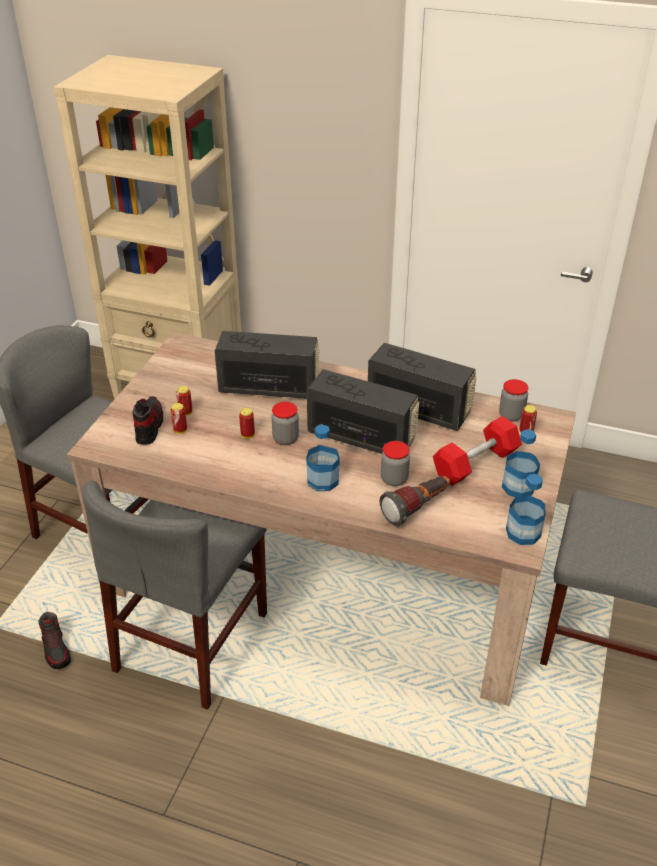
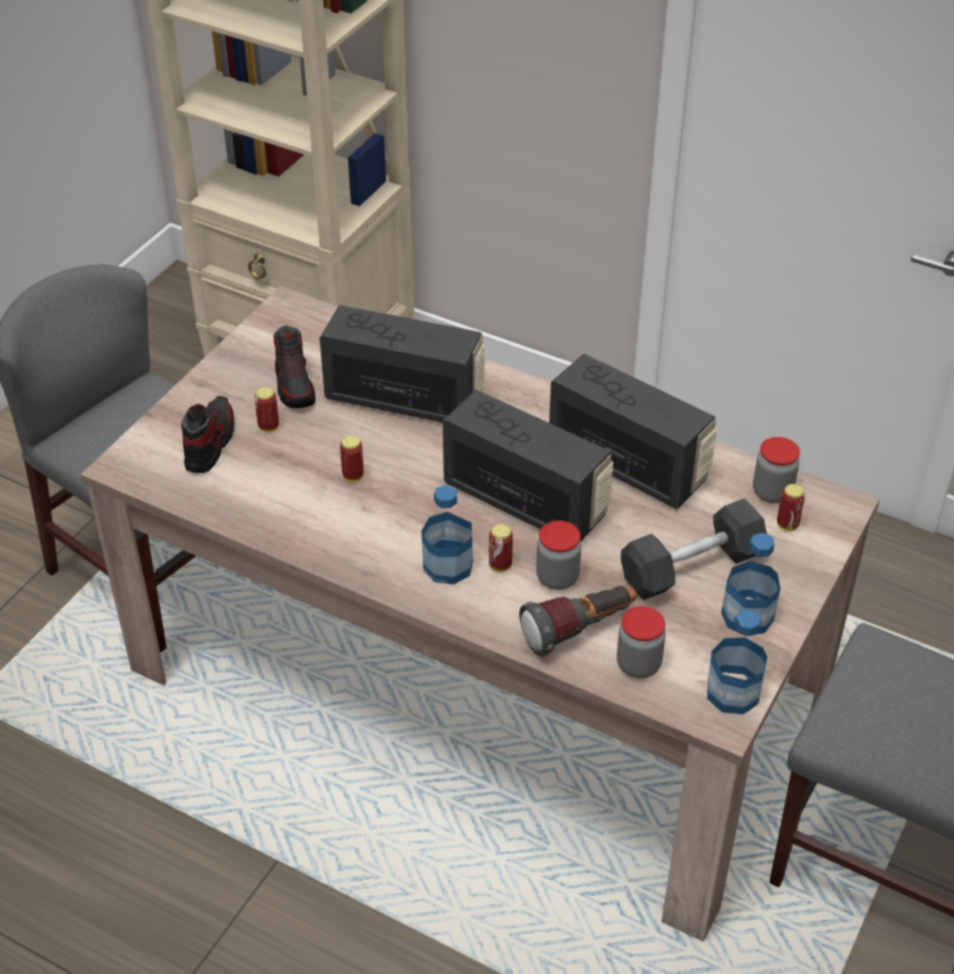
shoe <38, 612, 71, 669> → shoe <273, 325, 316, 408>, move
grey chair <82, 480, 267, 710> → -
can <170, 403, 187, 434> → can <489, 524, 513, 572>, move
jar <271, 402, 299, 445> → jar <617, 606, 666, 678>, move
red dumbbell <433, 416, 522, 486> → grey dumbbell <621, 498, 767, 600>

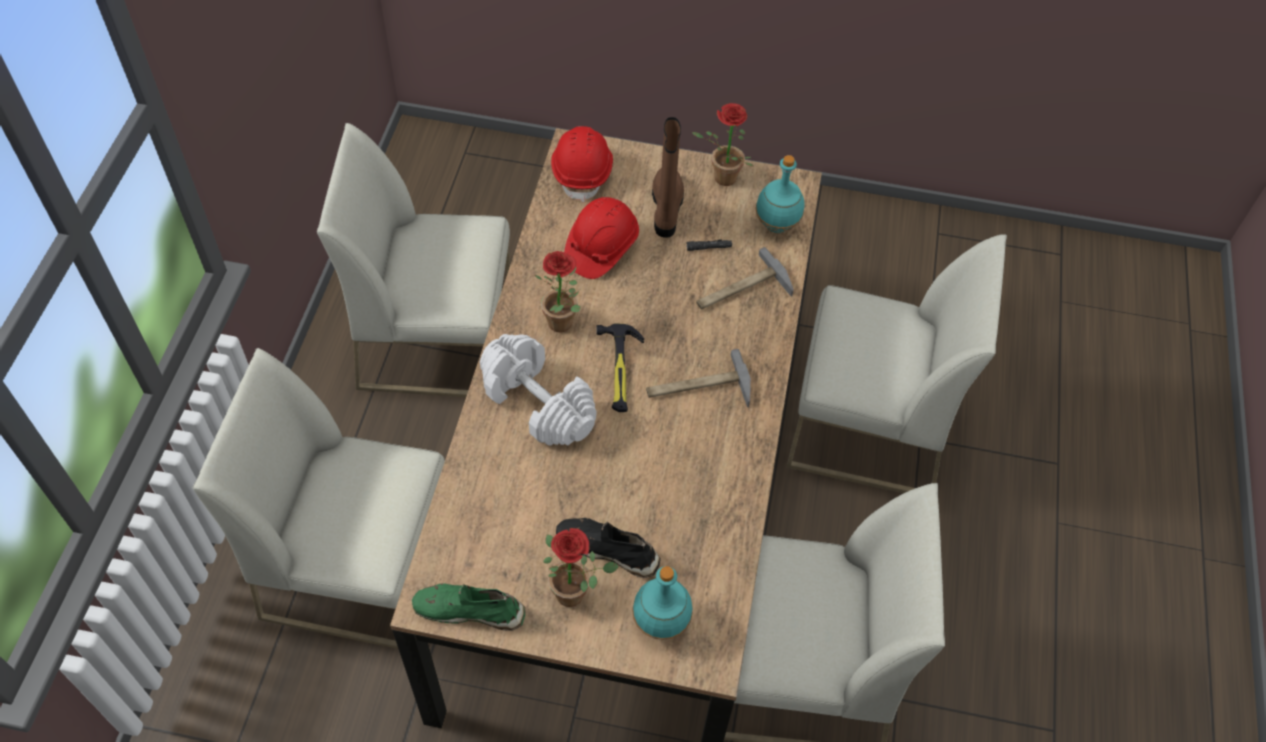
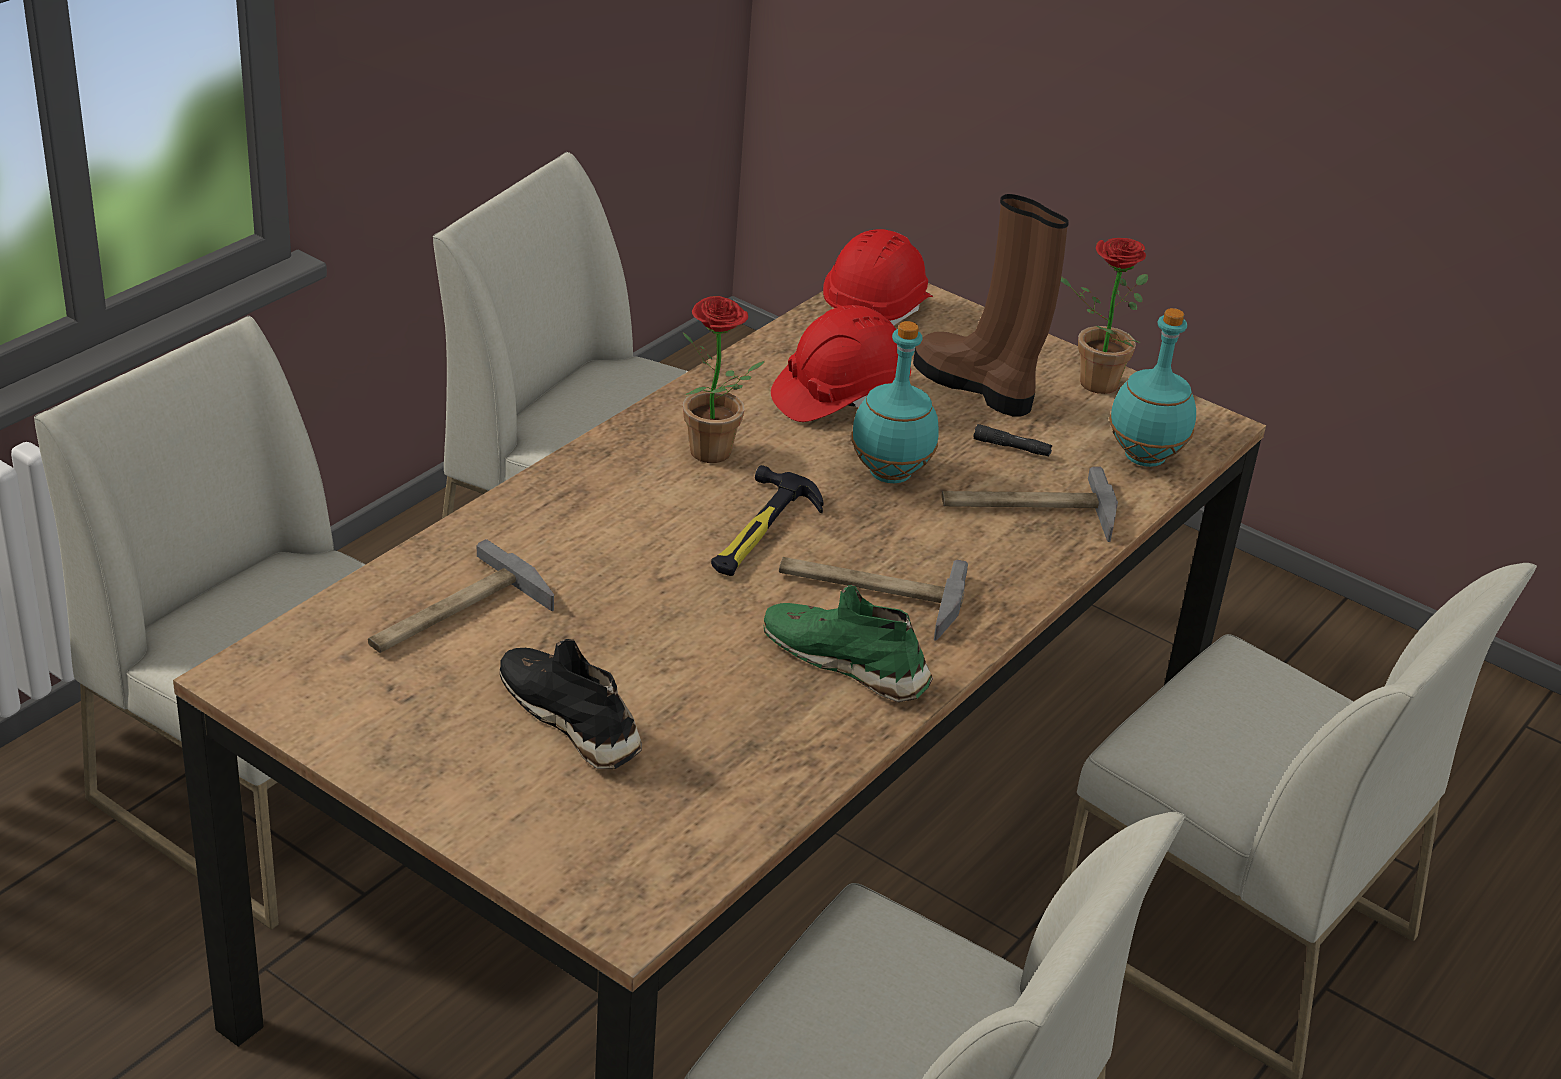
green shoe <412, 583, 525, 631> → green shoe <764, 585, 933, 702>, move
white dumbbell <480, 334, 596, 446> → -
potted plant <543, 528, 619, 607> → -
turquoise bottle <632, 566, 693, 640> → turquoise bottle <851, 321, 939, 483>, move
brown boot <652, 117, 684, 238> → brown boot <913, 194, 1069, 417>, 75 degrees counterclockwise
- → hammer <368, 539, 554, 653>

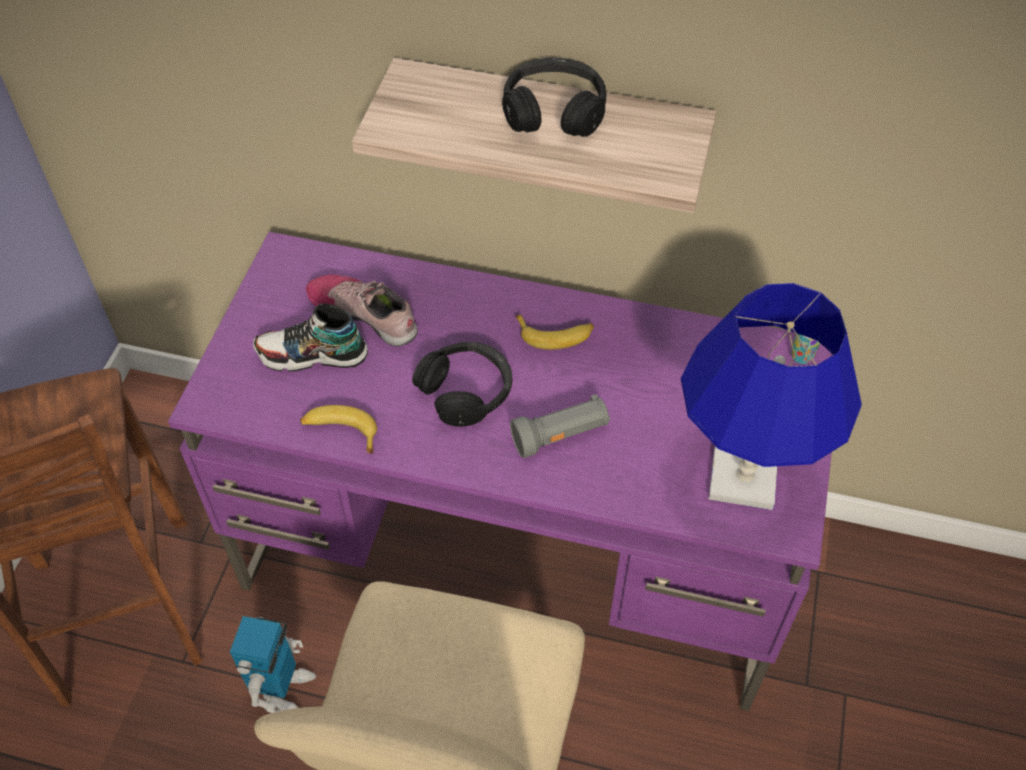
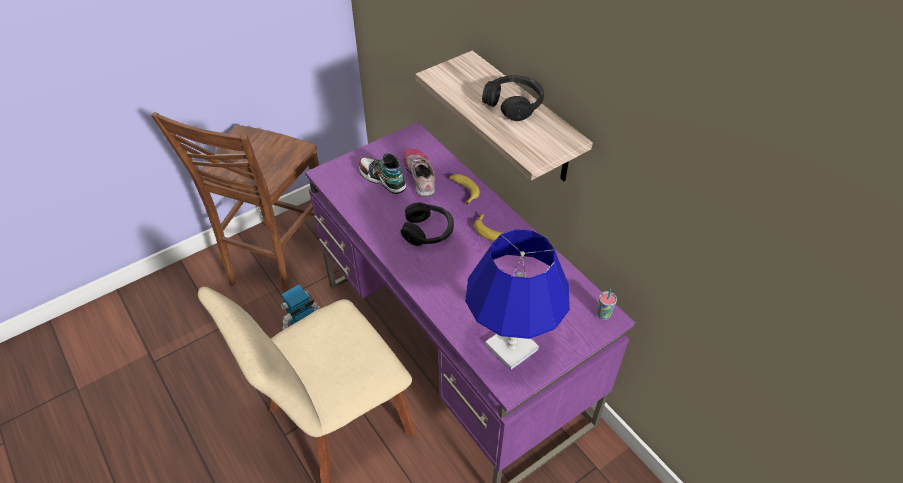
banana <300, 405, 377, 454> → banana <450, 174, 480, 205>, move
grey flashlight <510, 394, 610, 458> → -

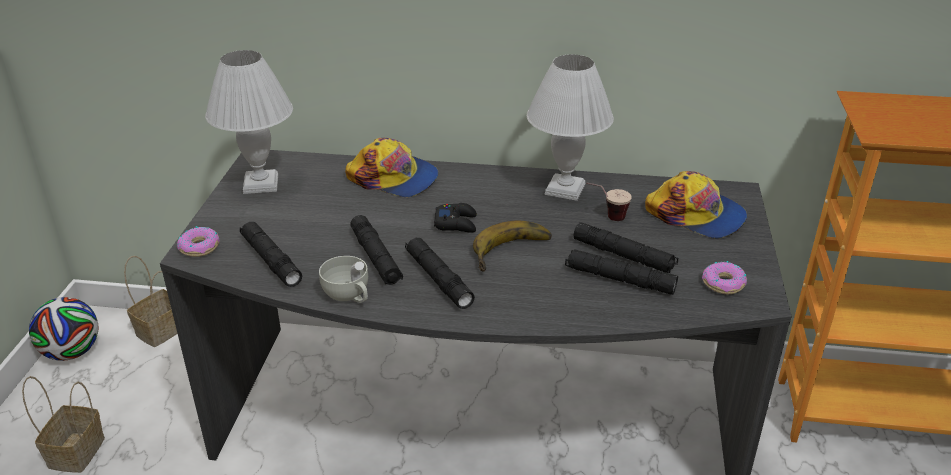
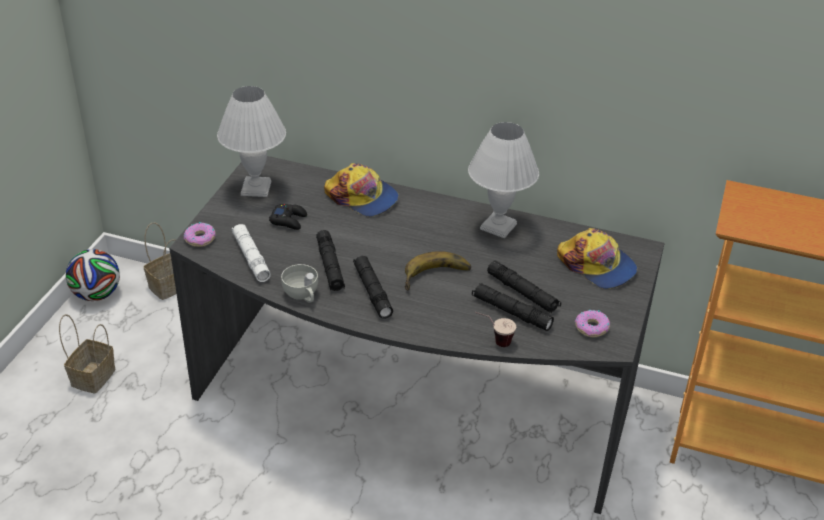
black flashlight <240, 222, 302, 287> → white flashlight <232, 224, 271, 282>
black game controller <434, 203, 477, 233> → black game controller <269, 204, 307, 230>, move
cup <586, 183, 632, 221> → cup <475, 312, 516, 347>, move

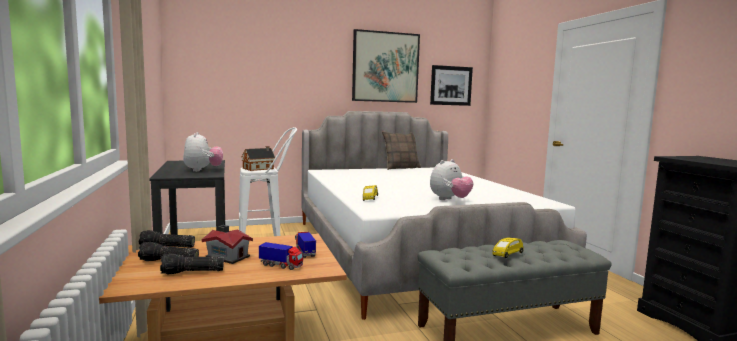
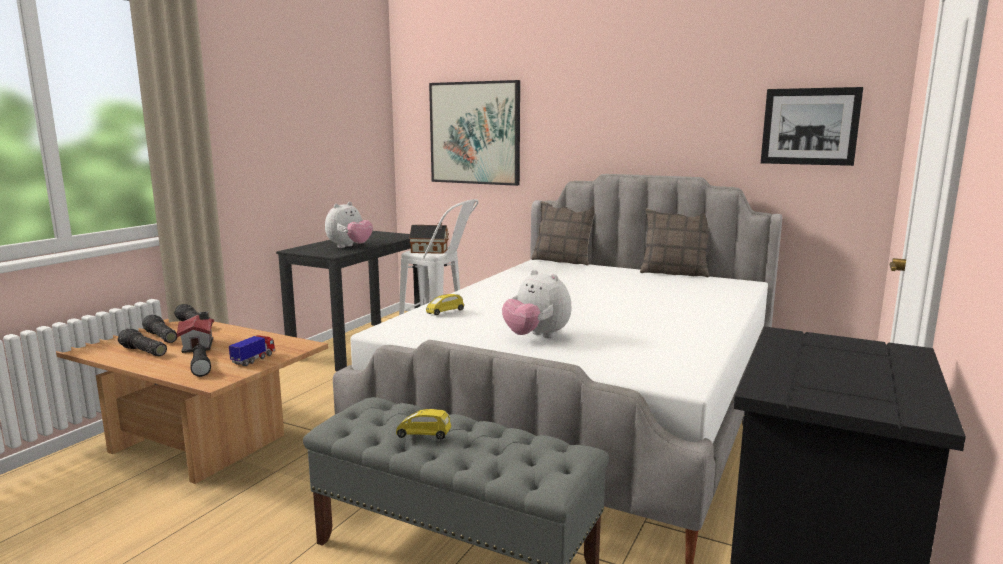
toy truck <259, 242, 303, 270> → black flashlight <190, 345, 211, 377>
picture <352, 29, 420, 103> → picture <429, 80, 520, 186>, move
plush toy <430, 159, 473, 200> → plush toy <502, 270, 571, 338>, 45 degrees clockwise
- → pillow <531, 201, 595, 266>

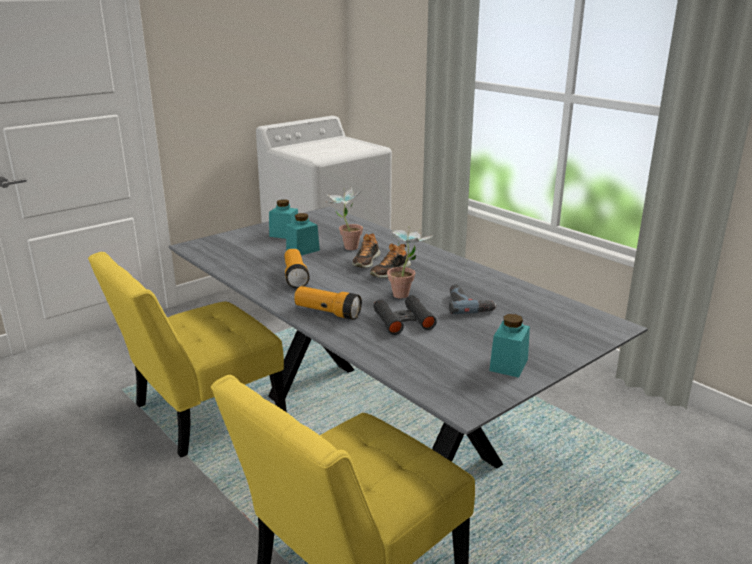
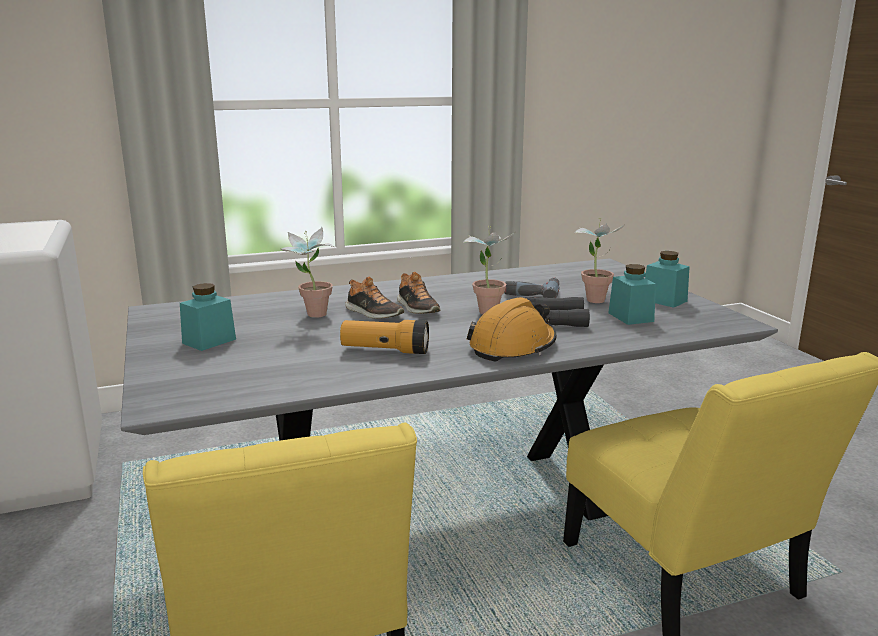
turquoise jar <286, 213, 320, 255> → turquoise jar <608, 264, 656, 325>, move
flashlight <294, 286, 362, 320> → orange hard hat <467, 297, 557, 362>
- → potted plant <575, 218, 626, 303>

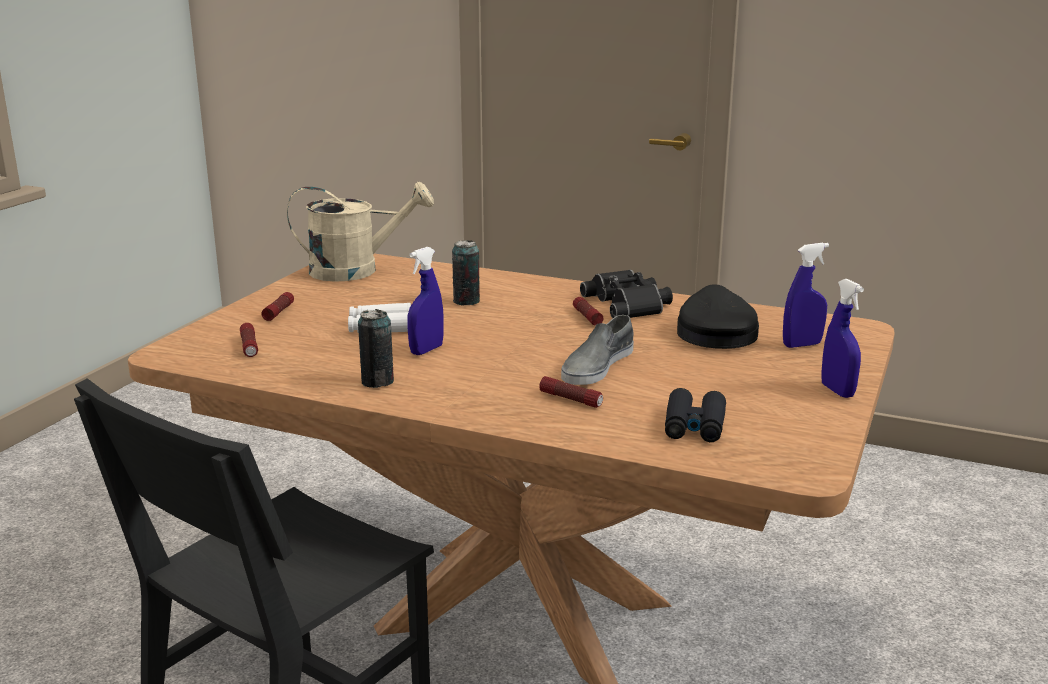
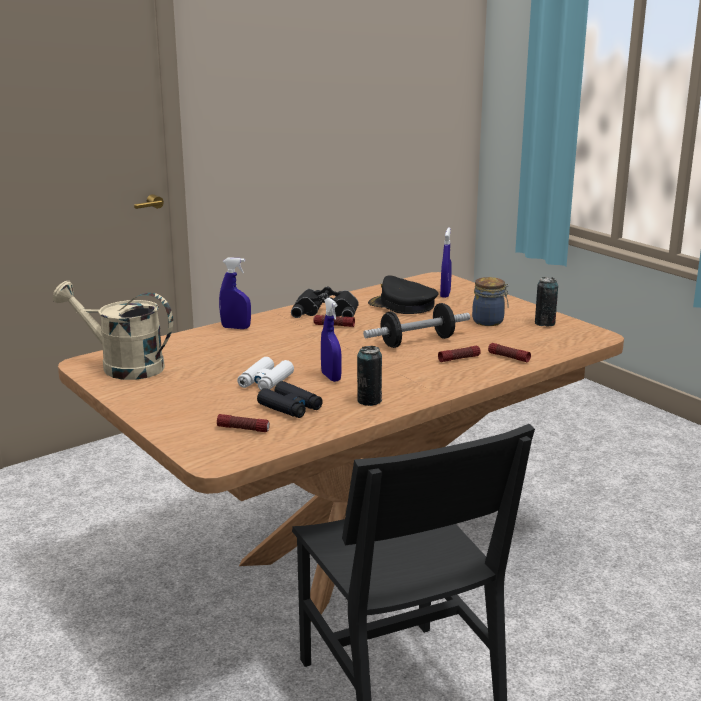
flashlight <261, 292, 294, 321> → flashlight <488, 343, 531, 362>, move
beige watering can <287, 181, 434, 282> → beige watering can <53, 281, 173, 380>, 90 degrees counterclockwise
can <452, 240, 480, 305> → can <535, 277, 558, 327>, move
grey shoe <561, 315, 634, 385> → dumbbell <363, 303, 470, 348>
black binoculars <665, 388, 726, 442> → black binoculars <257, 381, 323, 418>, move
blue spray bottle <821, 279, 864, 398> → blue spray bottle <219, 257, 251, 329>, move
- → jar <472, 277, 509, 326>

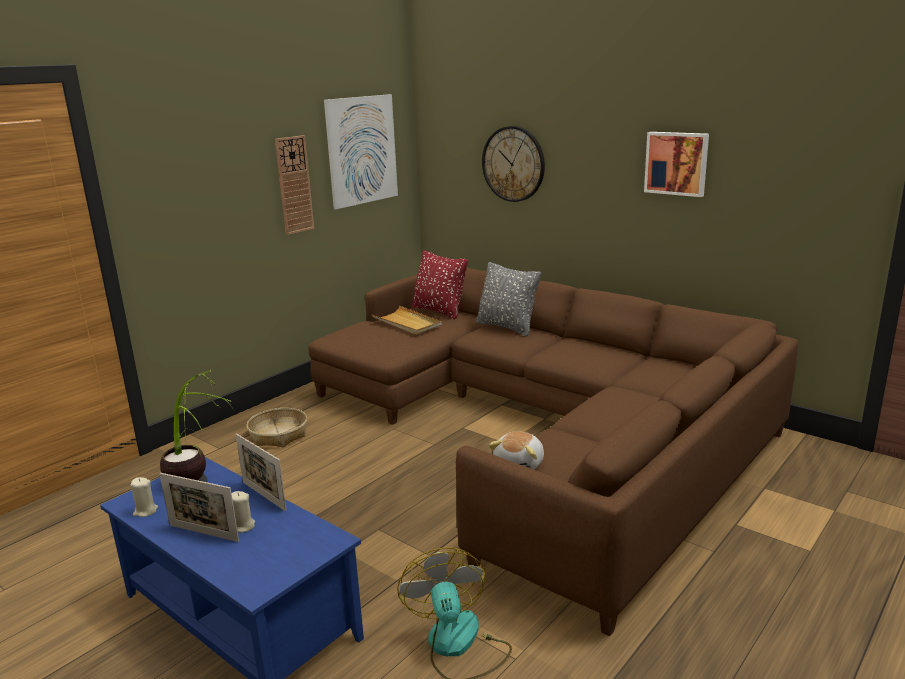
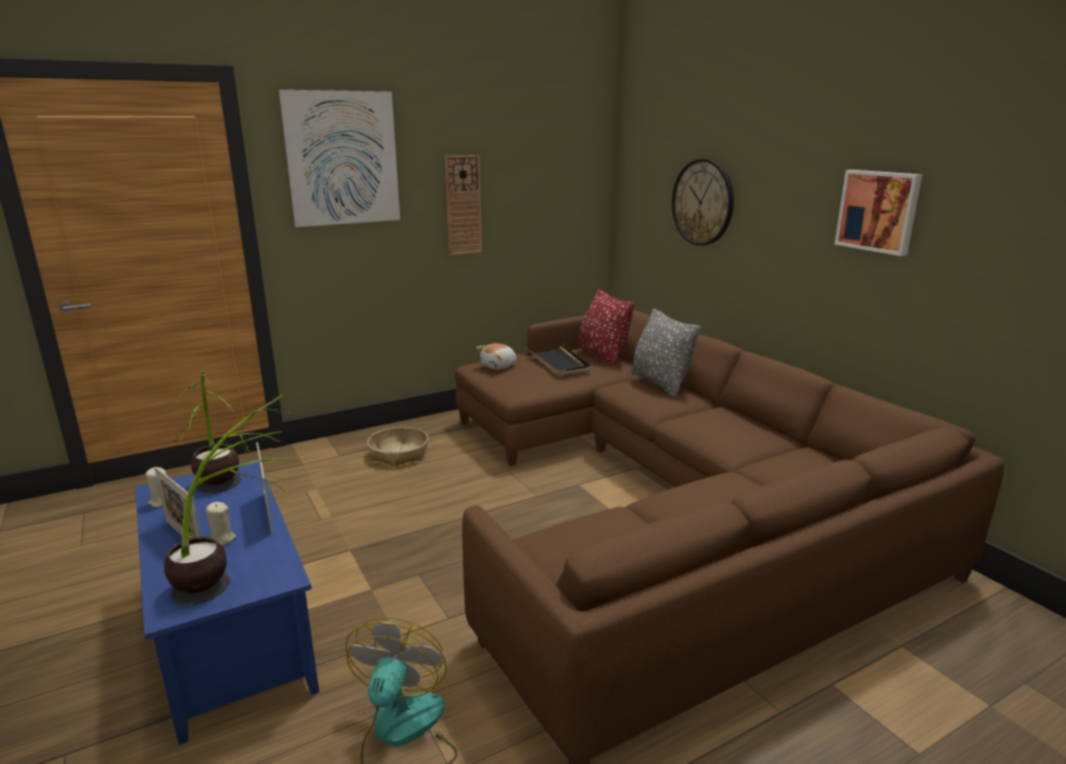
picture <324, 94, 398, 209> → picture <279, 90, 400, 227>, move
beige tray <372, 306, 442, 335> → black tray <527, 344, 591, 376>
plush toy <489, 431, 544, 470> → plush toy <476, 343, 516, 370>, move
- → potted plant <164, 395, 302, 605>

